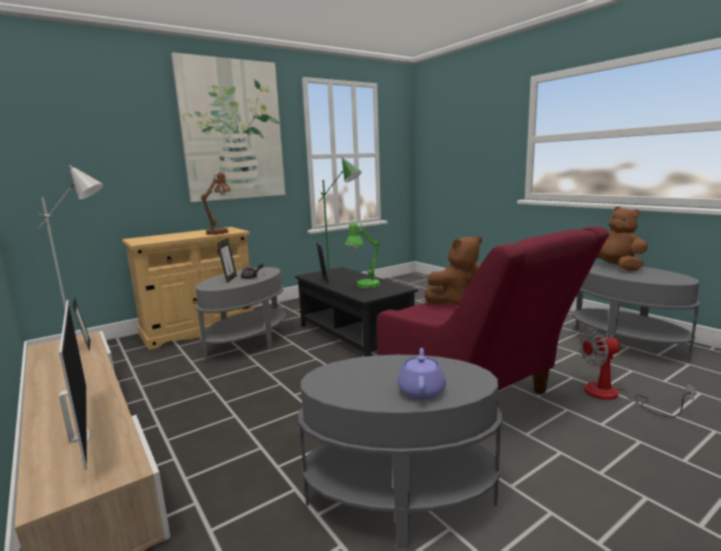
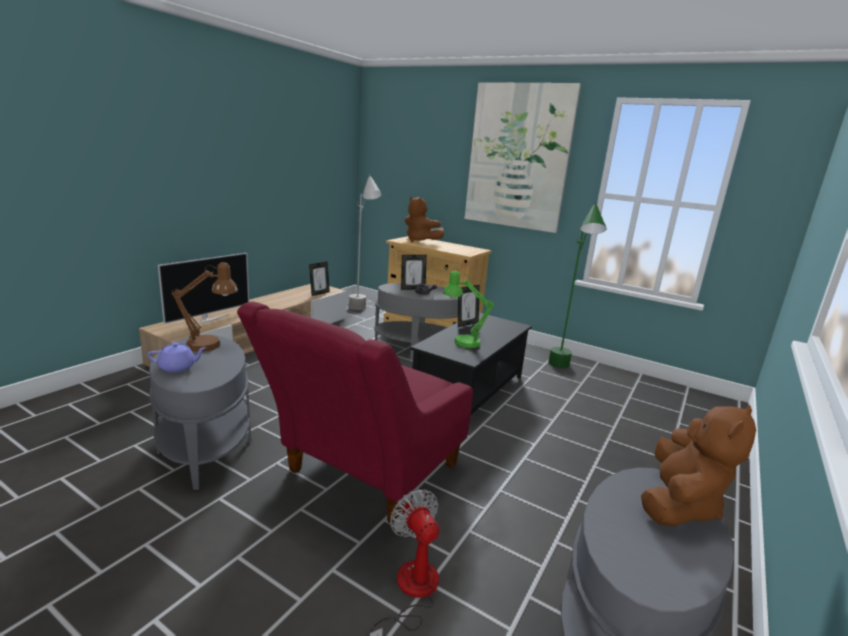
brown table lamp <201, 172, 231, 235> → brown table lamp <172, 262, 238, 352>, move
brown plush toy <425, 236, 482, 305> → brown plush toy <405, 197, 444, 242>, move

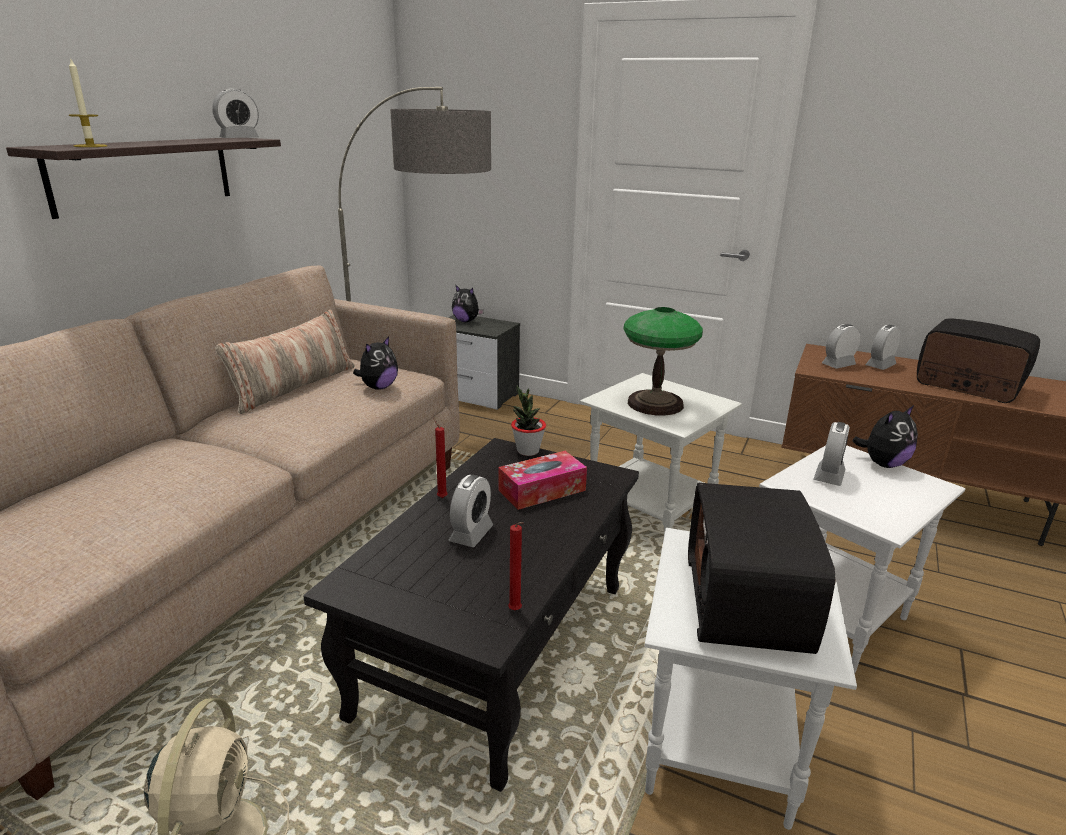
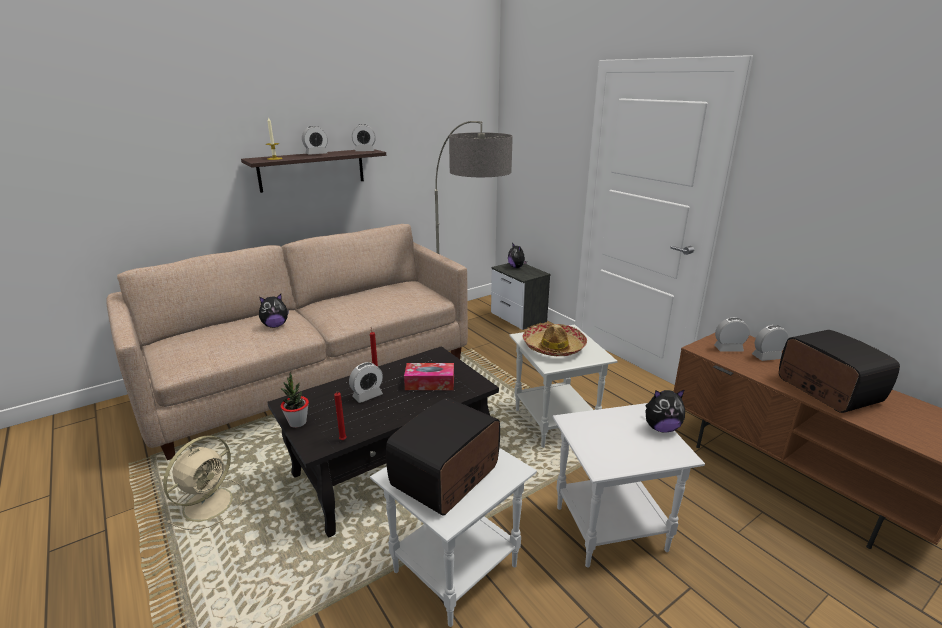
pillow <216, 310, 354, 414> → -
plush toy <353, 336, 398, 390> → plush toy <259, 294, 289, 328>, move
potted plant <511, 385, 546, 456> → potted plant <280, 373, 309, 428>, move
table lamp <623, 307, 703, 415> → hat <522, 324, 587, 356>
alarm clock <814, 422, 850, 486> → alarm clock <302, 126, 328, 155>, move

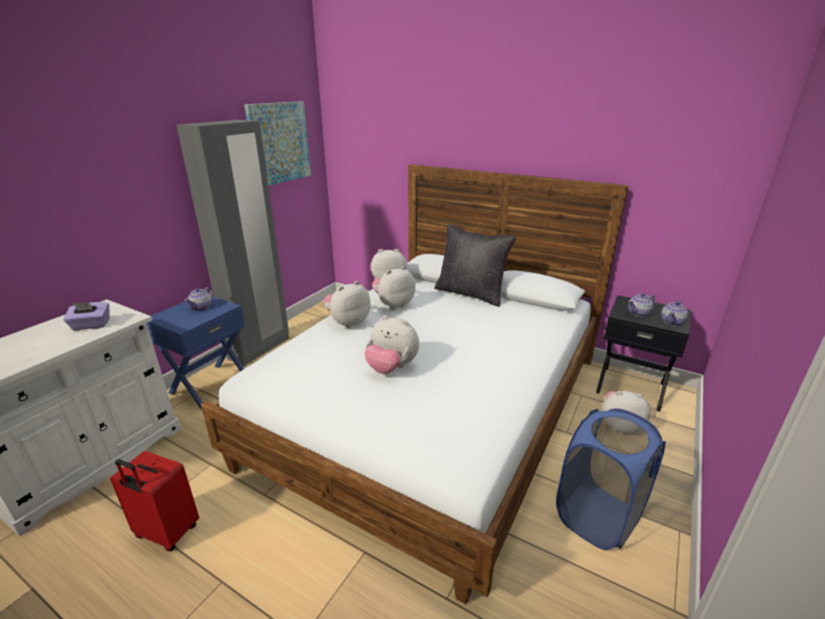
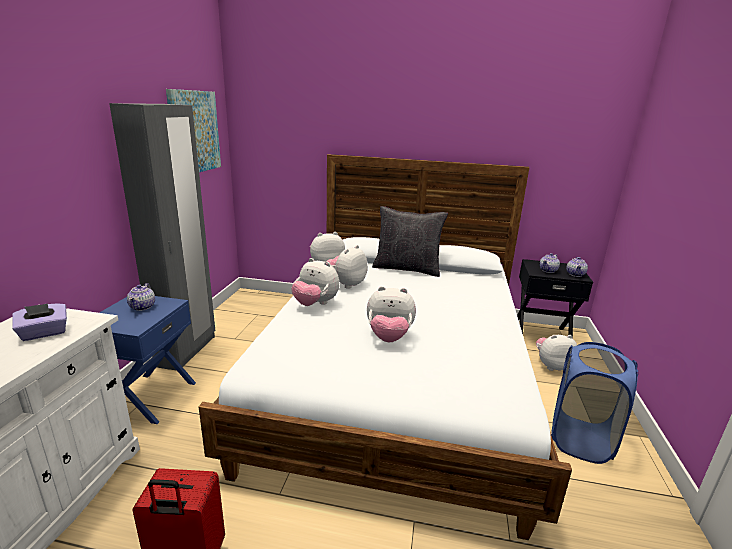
plush toy <323, 281, 371, 329> → plush toy <292, 258, 339, 306>, 90 degrees counterclockwise

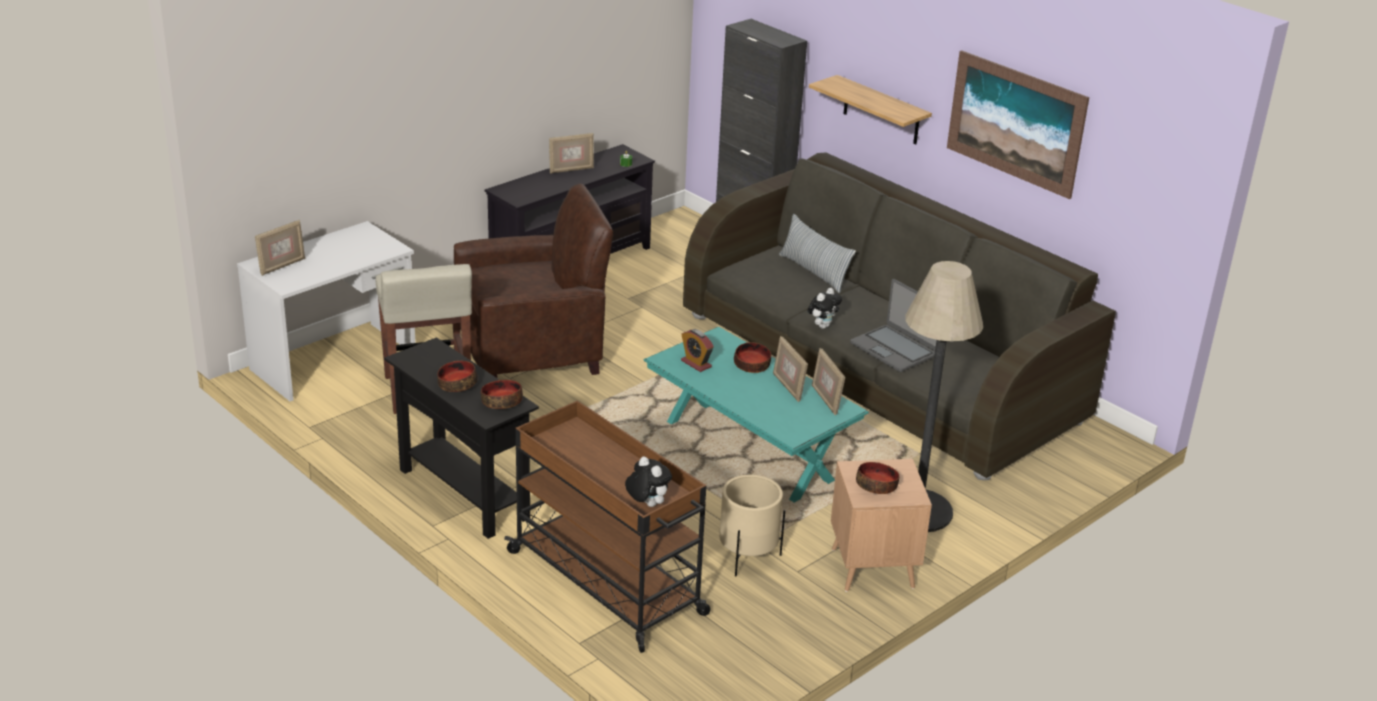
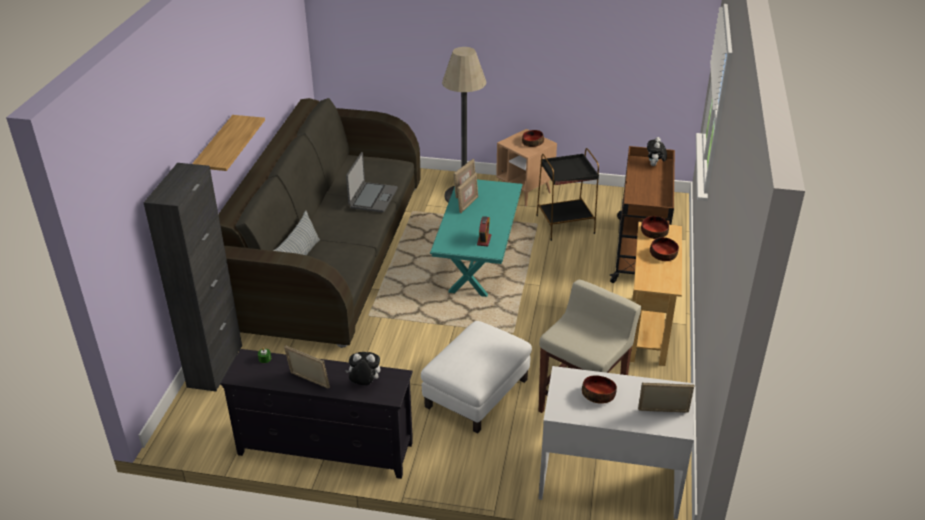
black console table <384, 337, 539, 539> → beige console table <630, 222, 682, 366>
brown armchair <454, 184, 613, 378> → white ottoman <421, 321, 532, 433>
beige planter <719, 475, 785, 576> → black side table <536, 148, 599, 241>
bowl <734, 342, 771, 373> → bowl <582, 375, 617, 404>, move
plush toy <808, 288, 842, 329> → plush toy <345, 352, 380, 385>, move
picture <947, 50, 1089, 199> → -

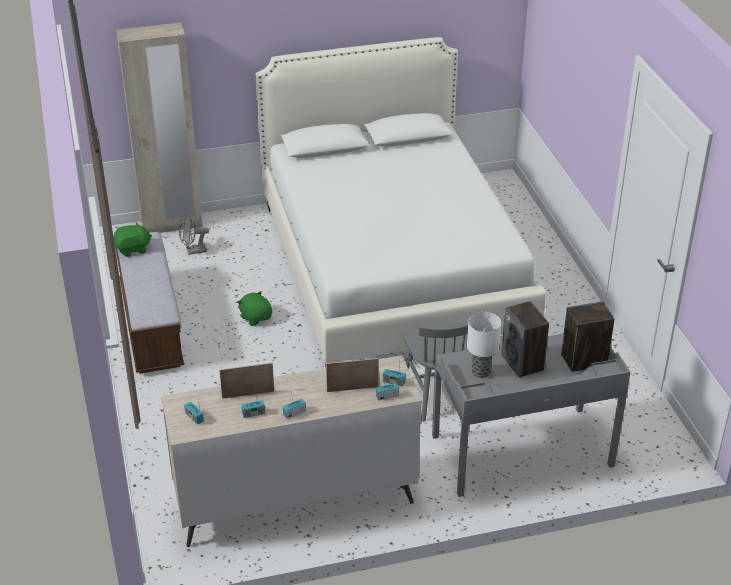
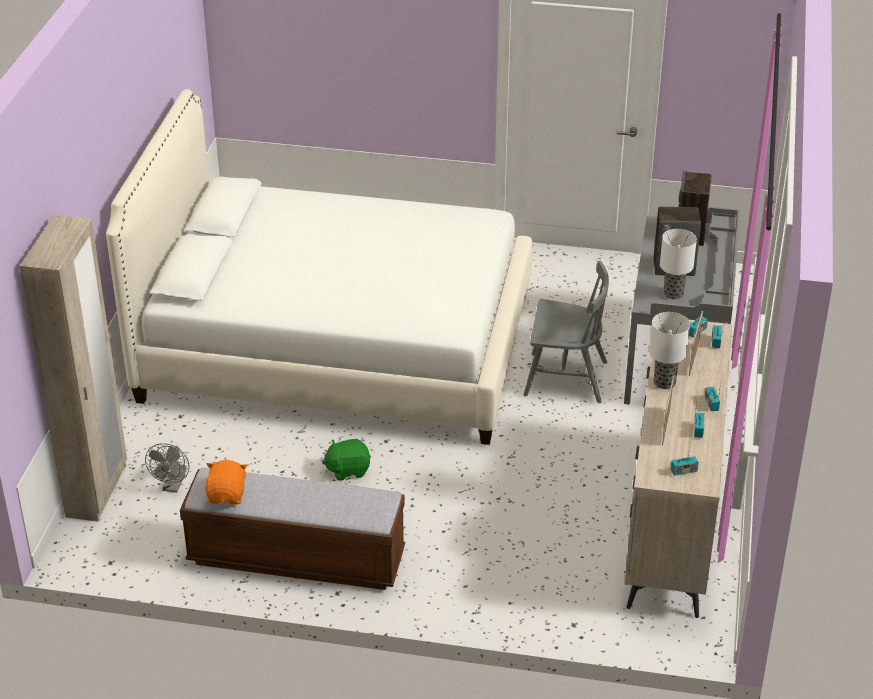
green plush toy <114, 222, 152, 257> → orange plush toy <205, 460, 247, 505>
- → table lamp <649, 312, 690, 389>

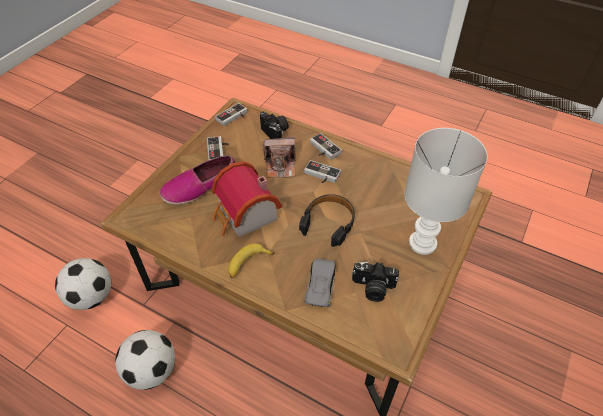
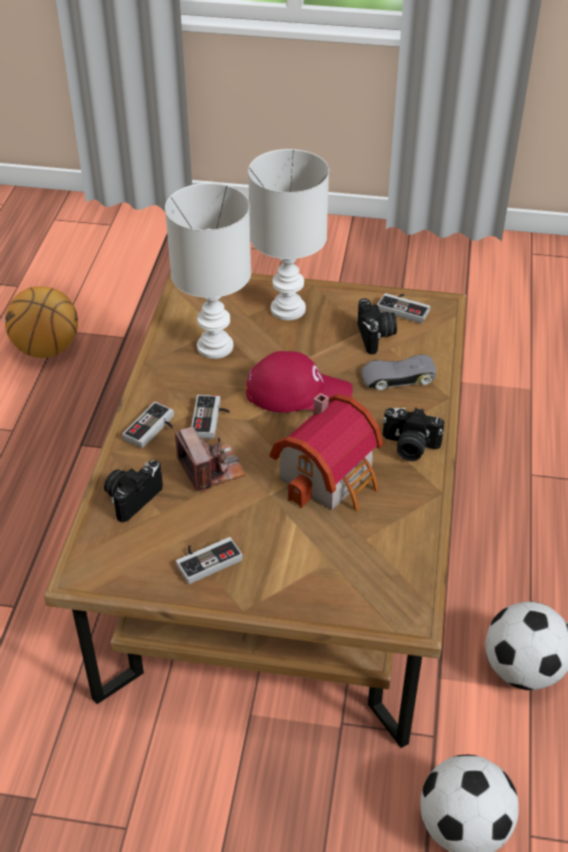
shoe <160, 155, 235, 205> → -
game controller <215, 103, 248, 126> → game controller <377, 293, 430, 323>, move
banana <228, 243, 275, 278> → photo camera <382, 408, 444, 461>
black headphones <299, 194, 355, 247> → red cap <246, 351, 353, 413>
- → basketball <5, 286, 78, 358>
- → white table lamp <165, 183, 251, 359>

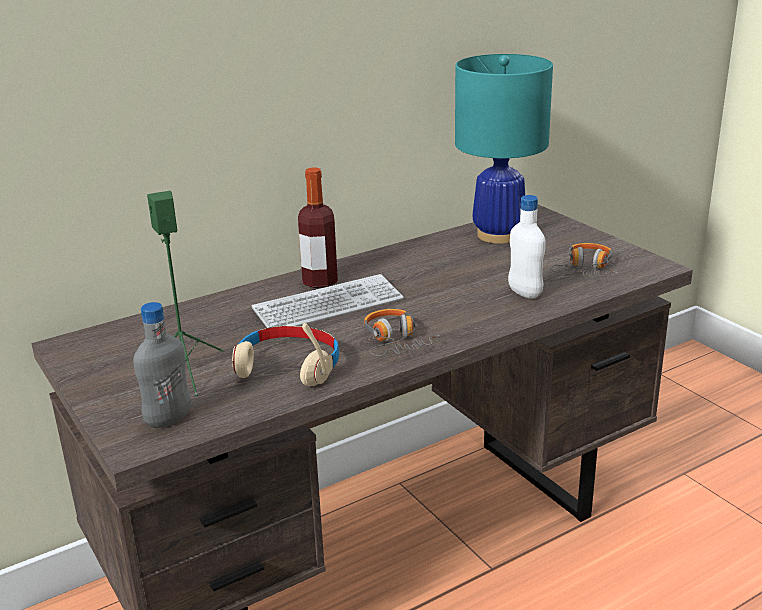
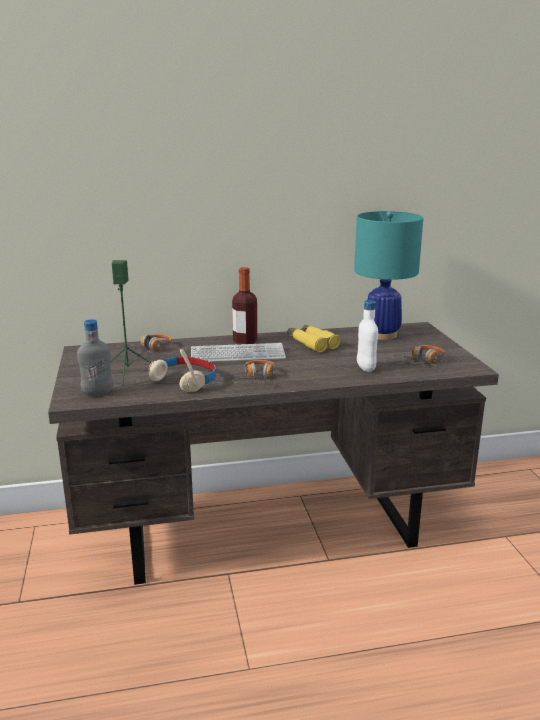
- → headphones <117, 334, 172, 353>
- → yellow binoculars <287, 325, 340, 353>

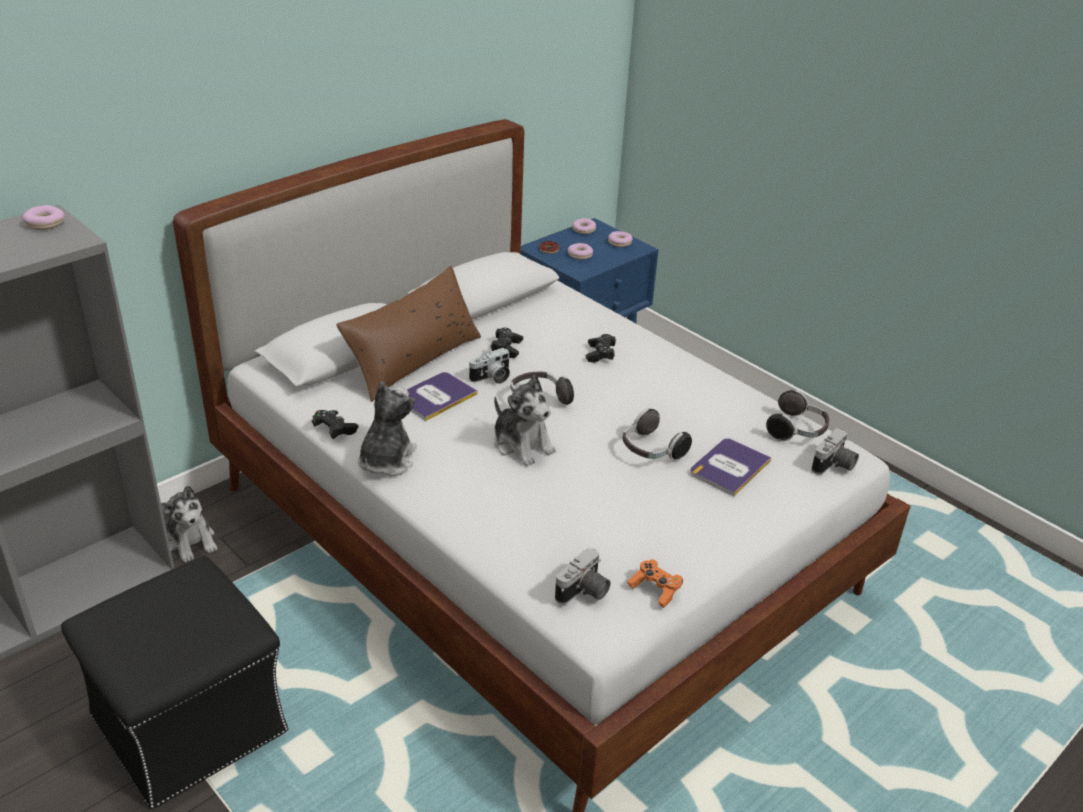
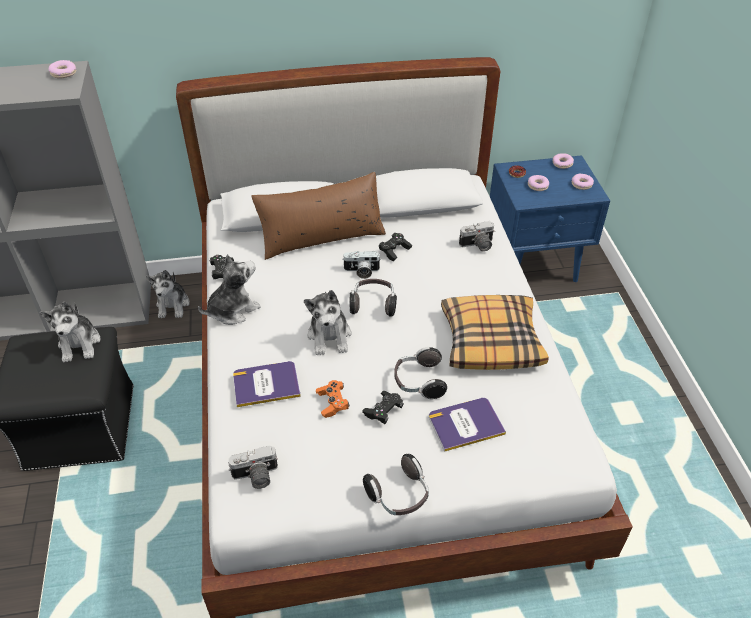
book <407, 372, 478, 421> → book <233, 361, 301, 407>, move
black game controller <586, 334, 616, 363> → black game controller <363, 391, 404, 424>, move
orange game controller <627, 559, 683, 608> → orange game controller <316, 380, 350, 418>, move
headphones <766, 390, 829, 441> → headphones <363, 454, 429, 515>, move
photo camera <811, 428, 859, 475> → photo camera <459, 221, 495, 252>, move
- → plush toy <40, 301, 100, 362>
- → pillow <441, 295, 549, 370>

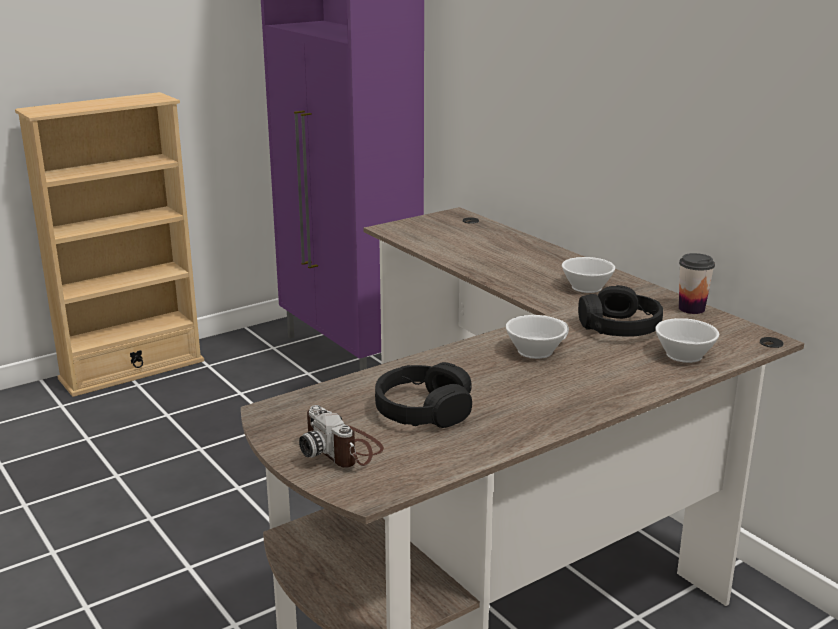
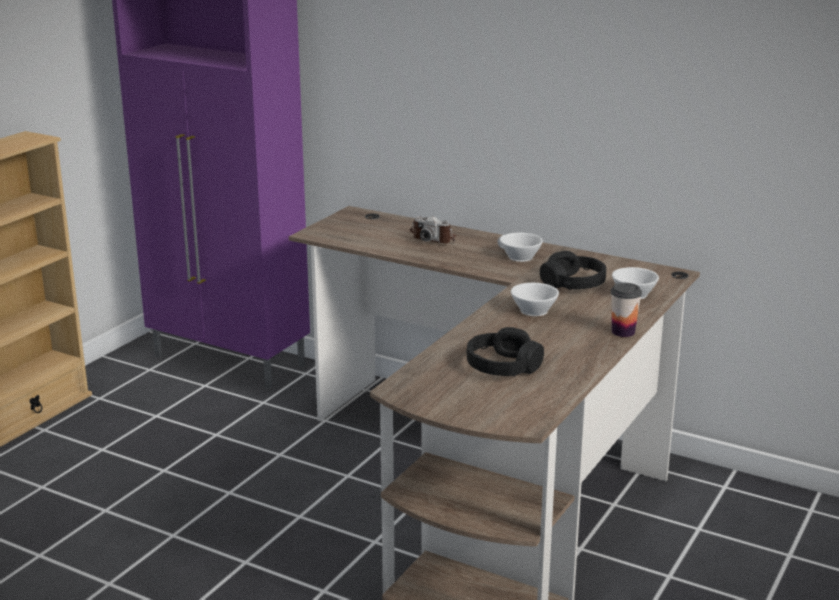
photo camera <299, 405, 384, 468> → photo camera <410, 216, 455, 244>, move
cup <679, 253, 715, 314> → cup <611, 283, 642, 337>, move

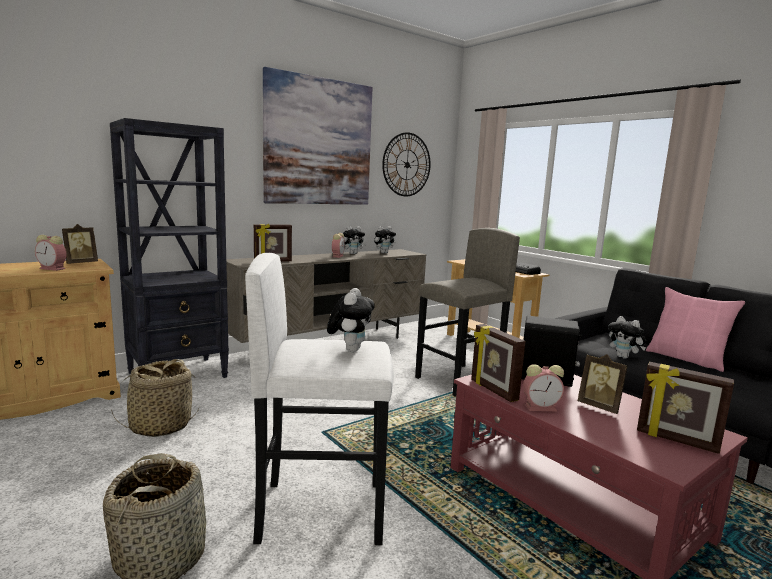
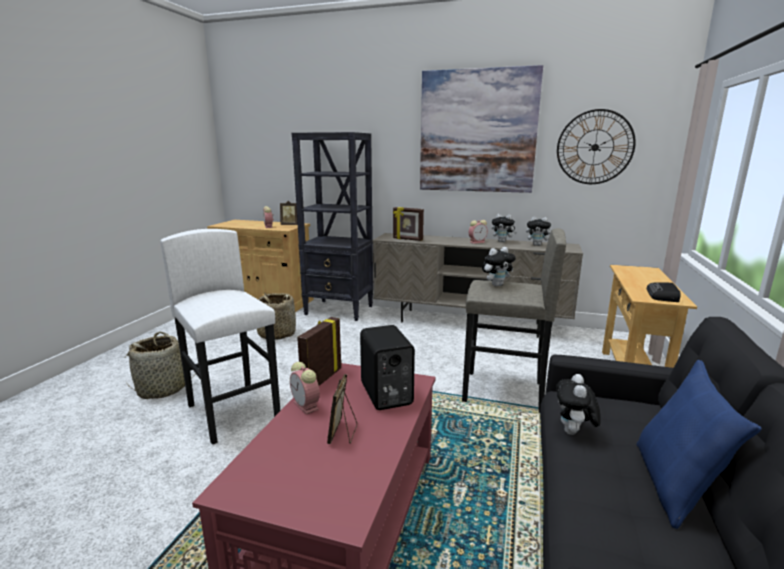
plush toy <327, 288, 375, 352> → plush toy <482, 247, 516, 287>, move
picture frame <637, 362, 734, 454> → -
pink pillow <646, 287, 745, 372> → blue pillow <637, 360, 761, 529>

